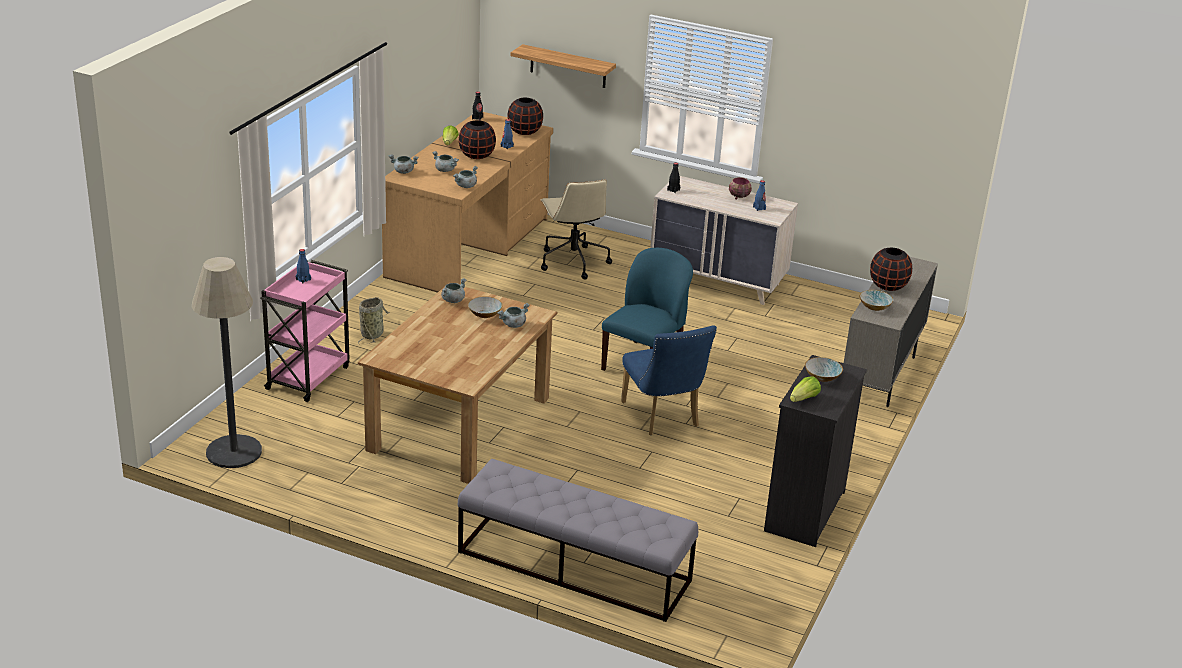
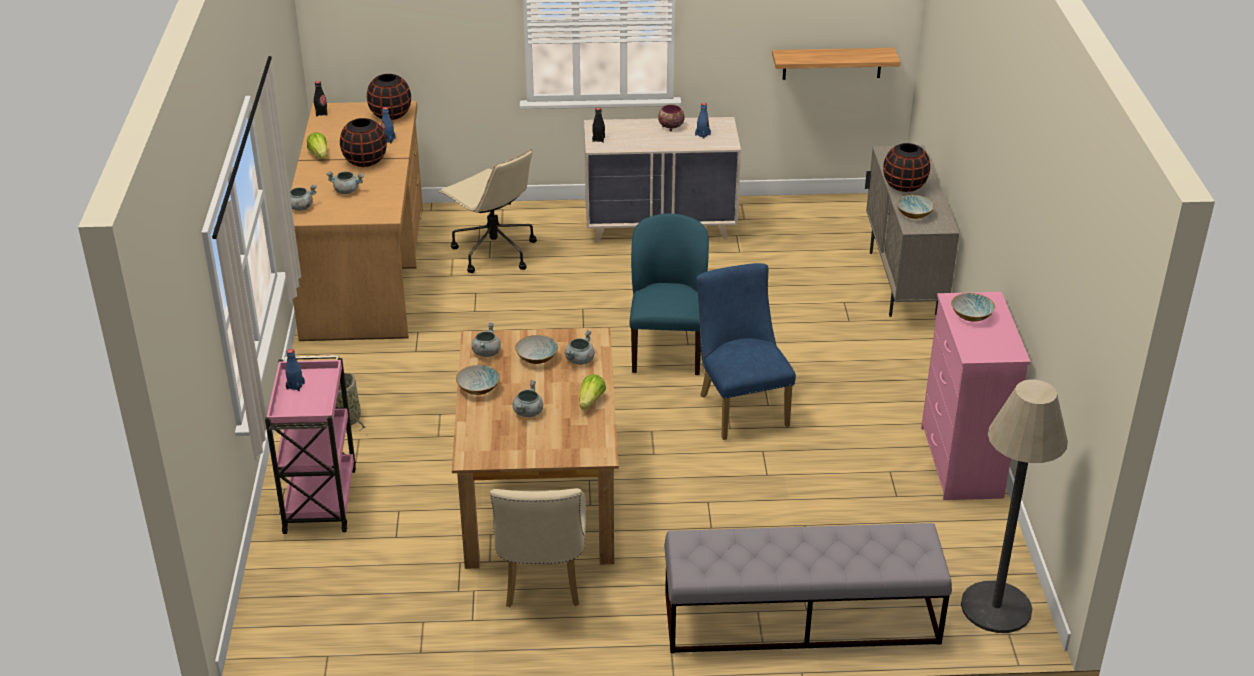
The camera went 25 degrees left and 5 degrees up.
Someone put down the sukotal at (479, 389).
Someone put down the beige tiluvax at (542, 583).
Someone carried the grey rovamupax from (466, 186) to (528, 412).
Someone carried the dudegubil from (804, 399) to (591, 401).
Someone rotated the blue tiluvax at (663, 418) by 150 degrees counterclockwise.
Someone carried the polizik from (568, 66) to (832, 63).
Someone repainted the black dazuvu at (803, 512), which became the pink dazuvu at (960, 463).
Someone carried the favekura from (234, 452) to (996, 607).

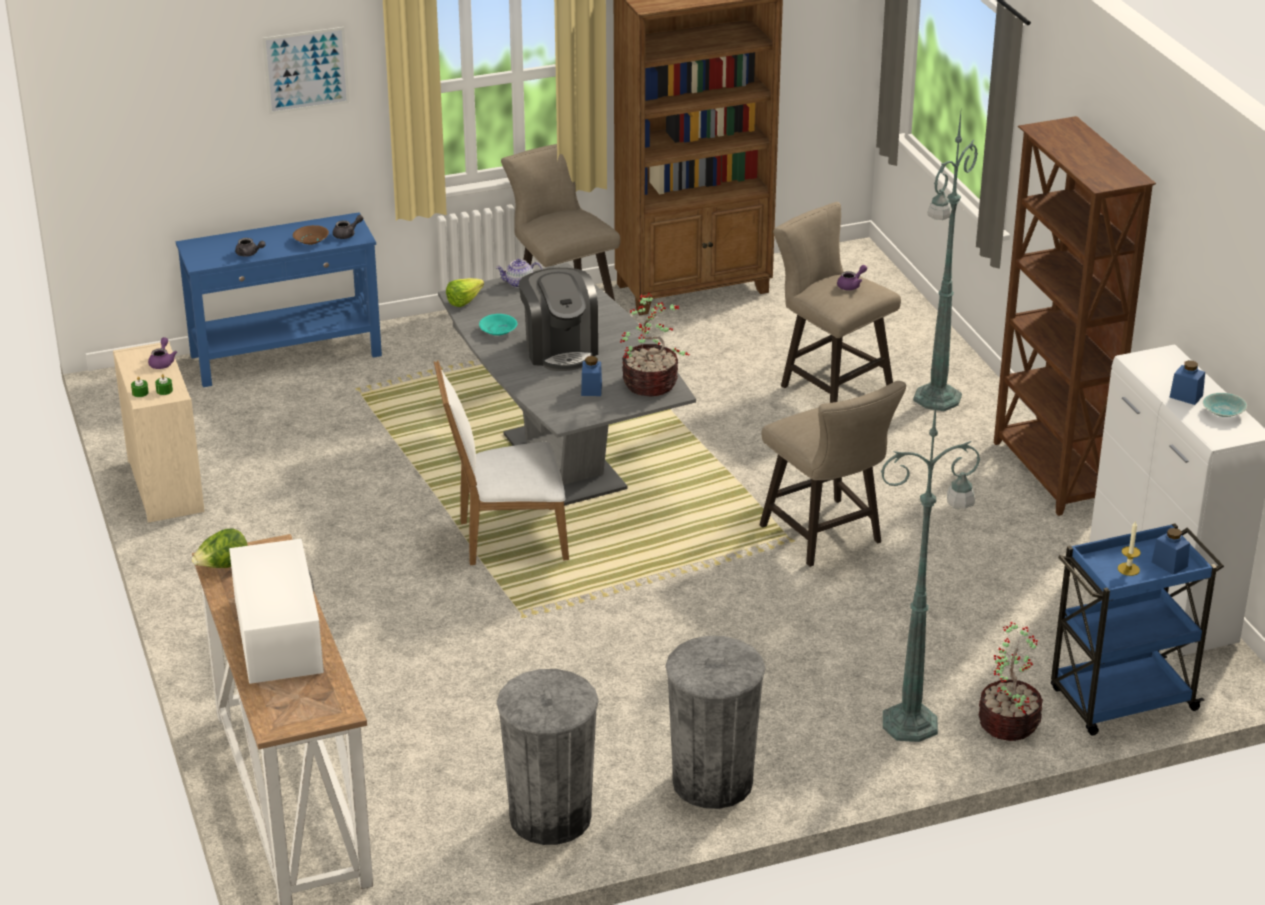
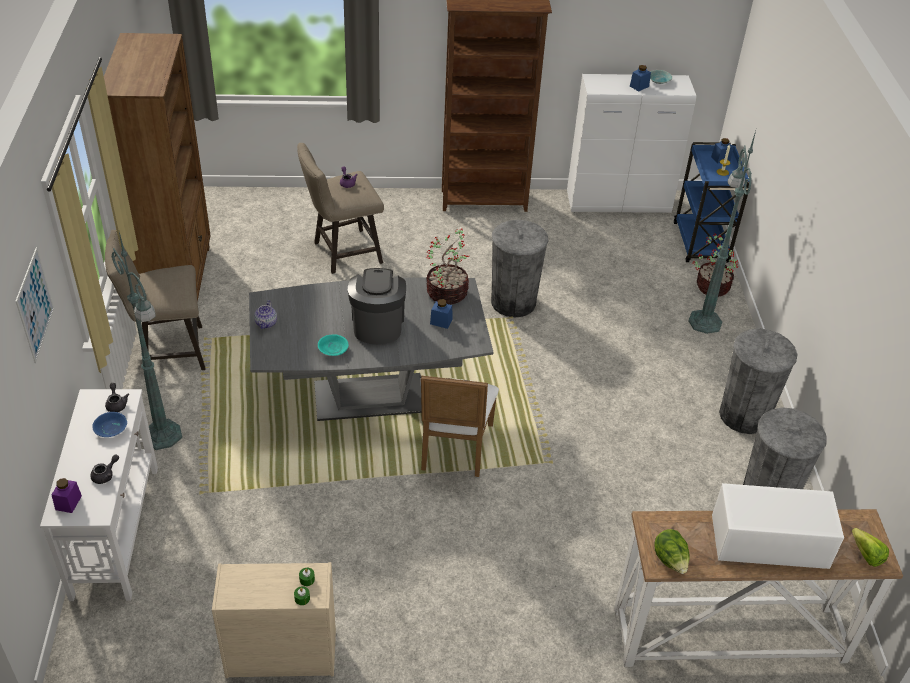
The camera went 75 degrees left and 10 degrees up.
Someone repainted the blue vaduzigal at (287, 356), which became the white vaduzigal at (116, 530).
Someone put down the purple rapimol at (68, 502).
Someone repainted the brown sukotal at (311, 241), which became the blue sukotal at (112, 429).
Someone carried the green favekura from (935, 399) to (163, 436).
Someone rotated the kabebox at (560, 349) by 90 degrees counterclockwise.
Someone swapped the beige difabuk at (827, 537) for the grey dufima at (513, 302).
Someone carried the dudegubil from (467, 301) to (864, 552).
Someone took away the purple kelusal at (162, 362).

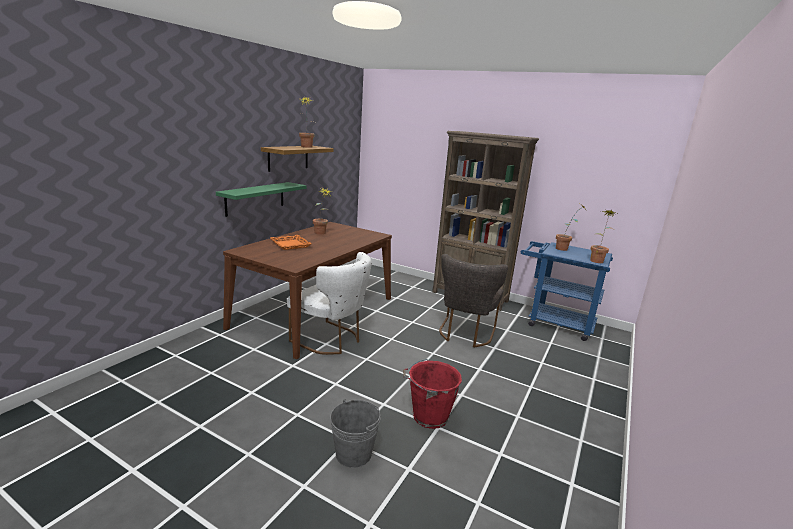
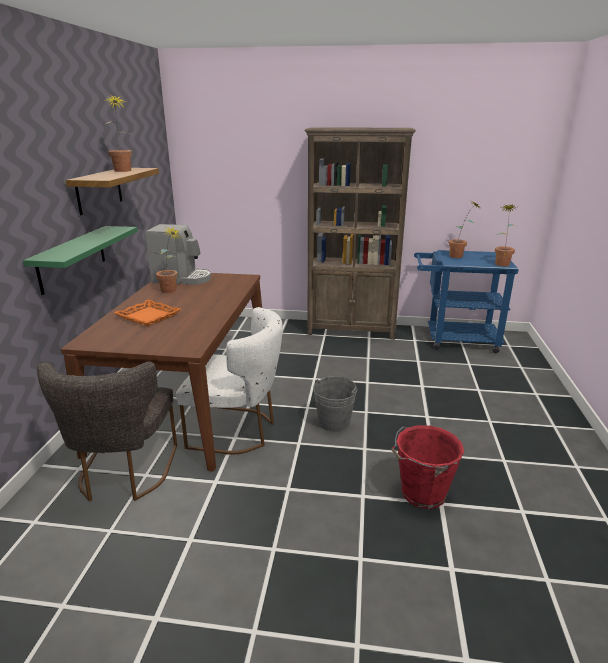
The camera went 20 degrees left and 5 degrees up.
Someone carried the grey tiluvax from (465, 334) to (124, 475).
Someone put down the kabebox at (182, 279).
Someone carried the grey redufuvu from (353, 453) to (334, 422).

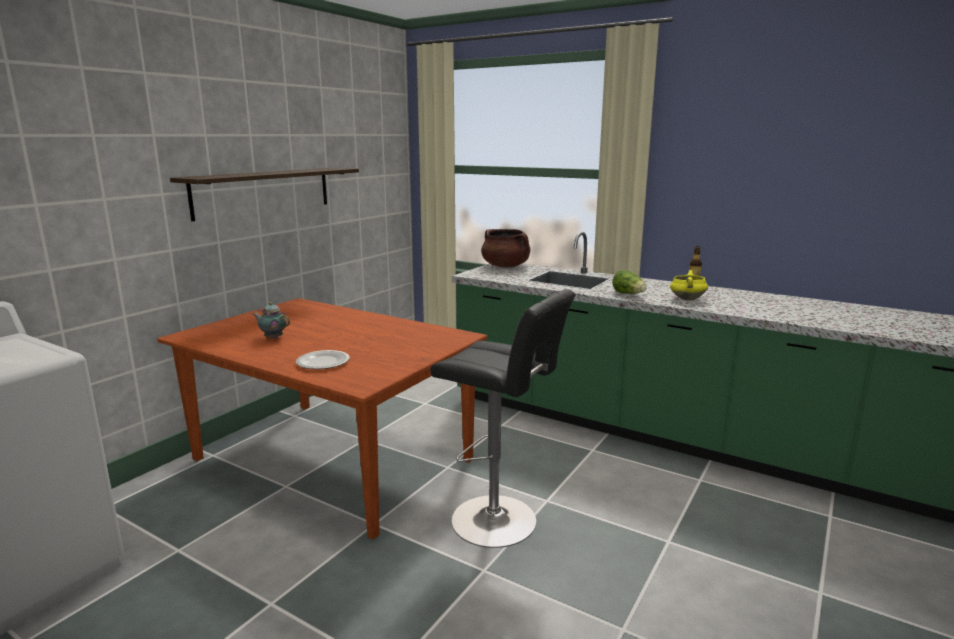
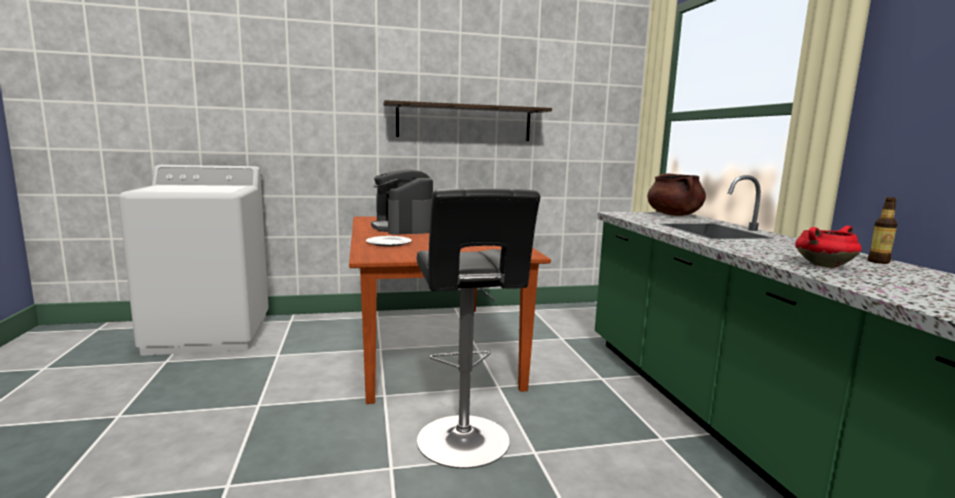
The camera went 45 degrees right and 5 degrees down.
Someone swapped the kelusal at (273, 338) for the kabebox at (403, 228).
Someone repainted the yellow rovamupax at (687, 299), which became the red rovamupax at (823, 266).
Someone took away the dudegubil at (629, 294).

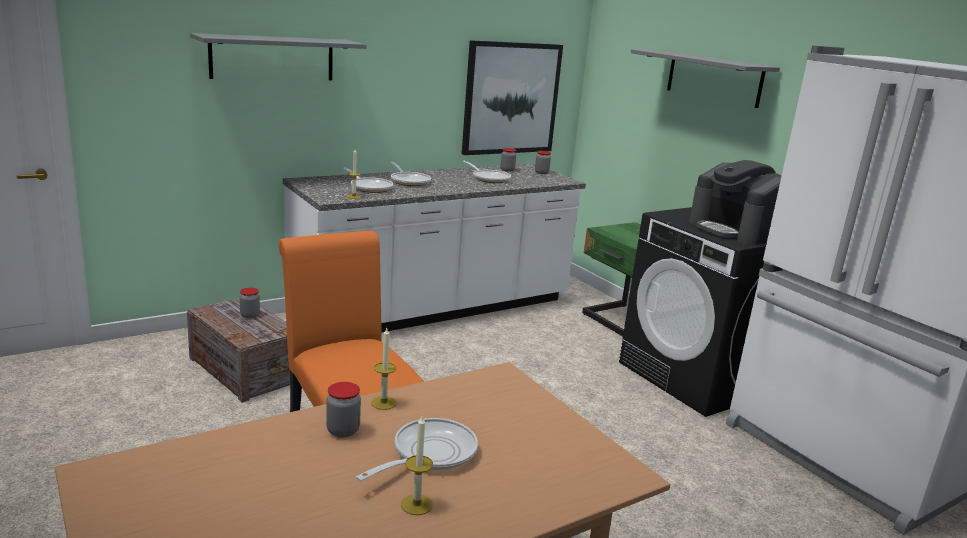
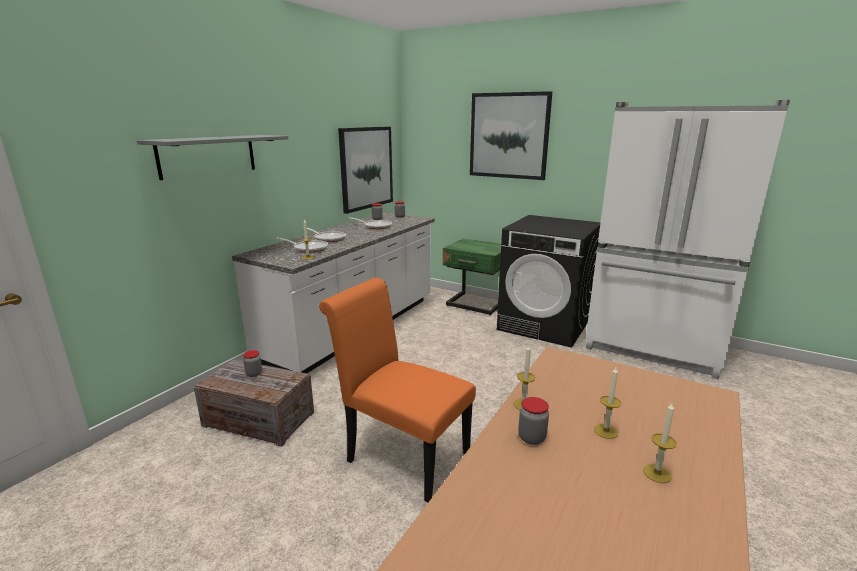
The camera went 25 degrees left and 0 degrees up.
Someone swapped the grey polizik at (714, 78) for the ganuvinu at (509, 136).
Someone swapped the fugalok at (429, 454) for the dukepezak at (606, 431).
Someone took away the kabebox at (733, 231).

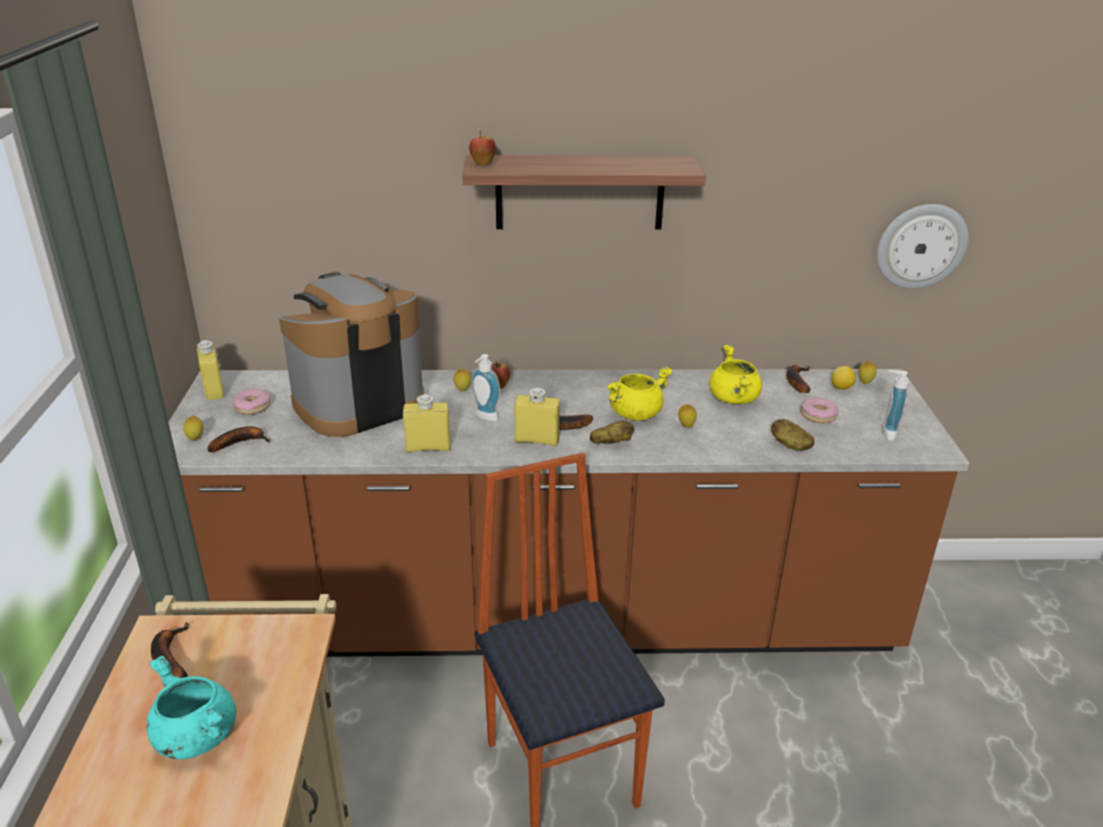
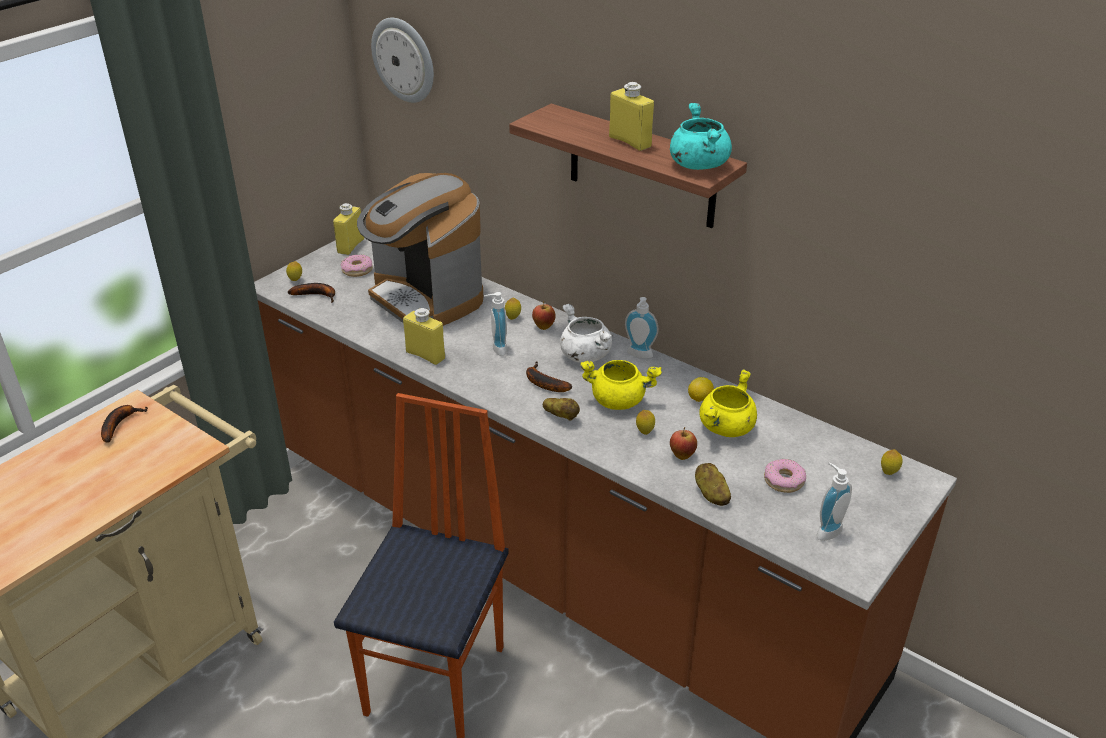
The camera went 40 degrees right and 5 degrees up.
Someone rotated the kabebox at (358, 404) by 135 degrees counterclockwise.
Someone carried the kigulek from (921, 246) to (404, 59).
Someone put down the white rovamupax at (584, 355).
Someone carried the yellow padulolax from (537, 440) to (630, 142).
Someone put down the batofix at (638, 355).
Someone carried the turquoise rovamupax from (194, 736) to (697, 164).
Someone carried the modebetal from (483, 164) to (682, 456).
Someone carried the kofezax from (841, 388) to (700, 400).
Someone took away the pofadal at (796, 381).

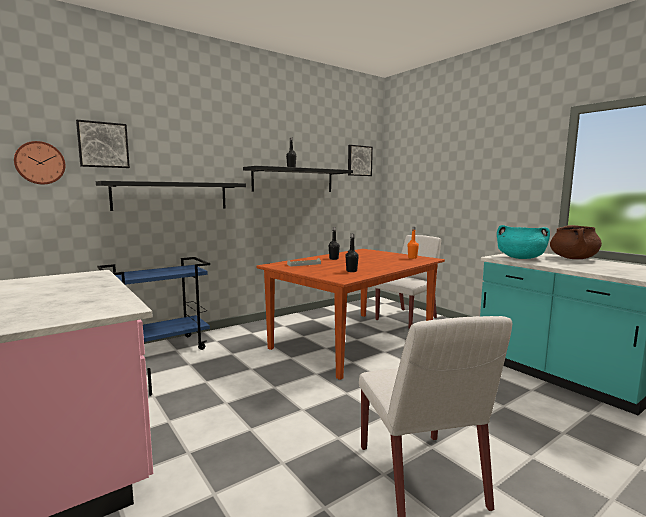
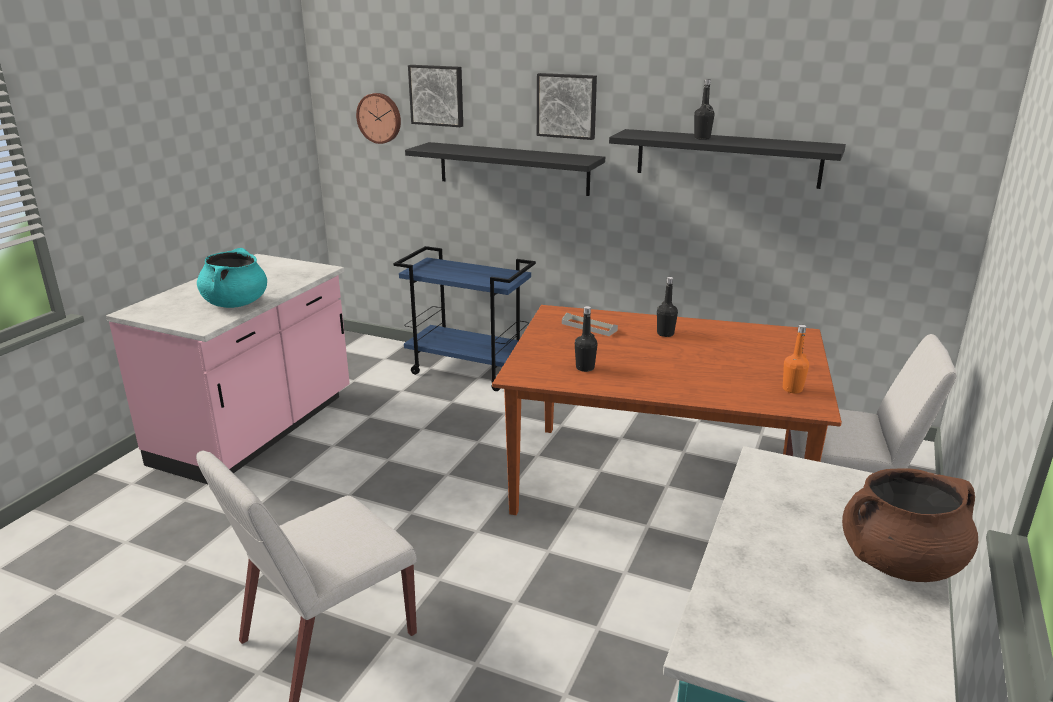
The camera went 60 degrees right and 15 degrees up.
Someone carried the turquoise rovamupax from (520, 258) to (236, 303).
Someone carried the ganuvinu from (359, 161) to (567, 106).

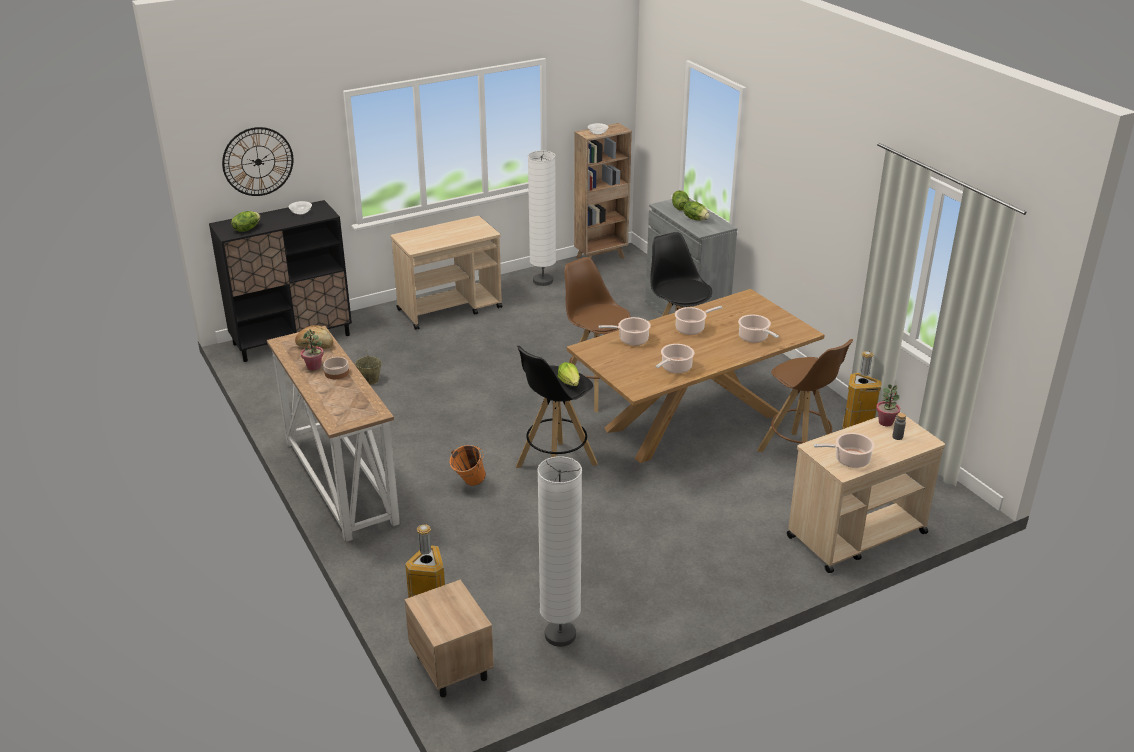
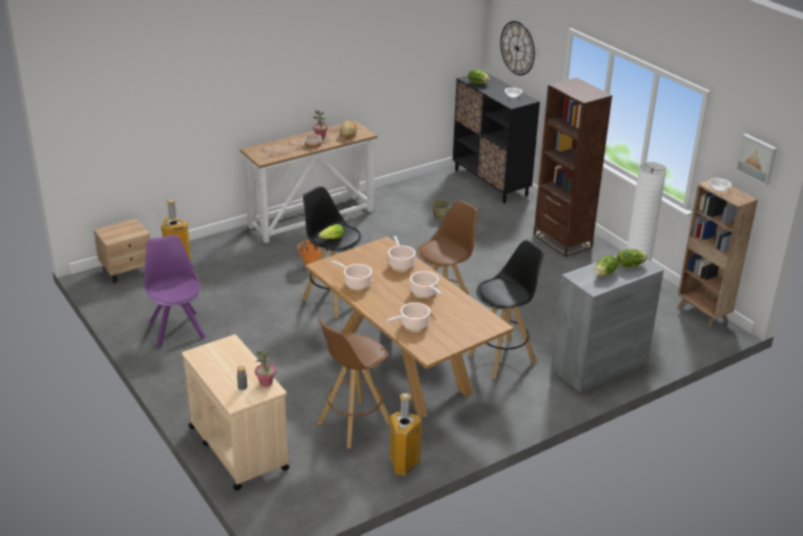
The camera went 85 degrees right and 0 degrees up.
Someone put down the purple tiluvax at (177, 328).
Someone swapped the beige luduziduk at (450, 309) for the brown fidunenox at (562, 241).
Someone put up the ganuvinu at (757, 158).
Someone took away the white favekura at (560, 635).
Someone took away the rovamupax at (849, 460).

